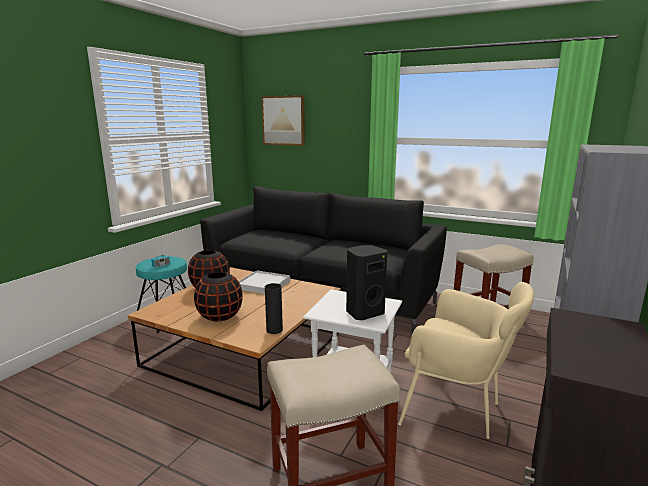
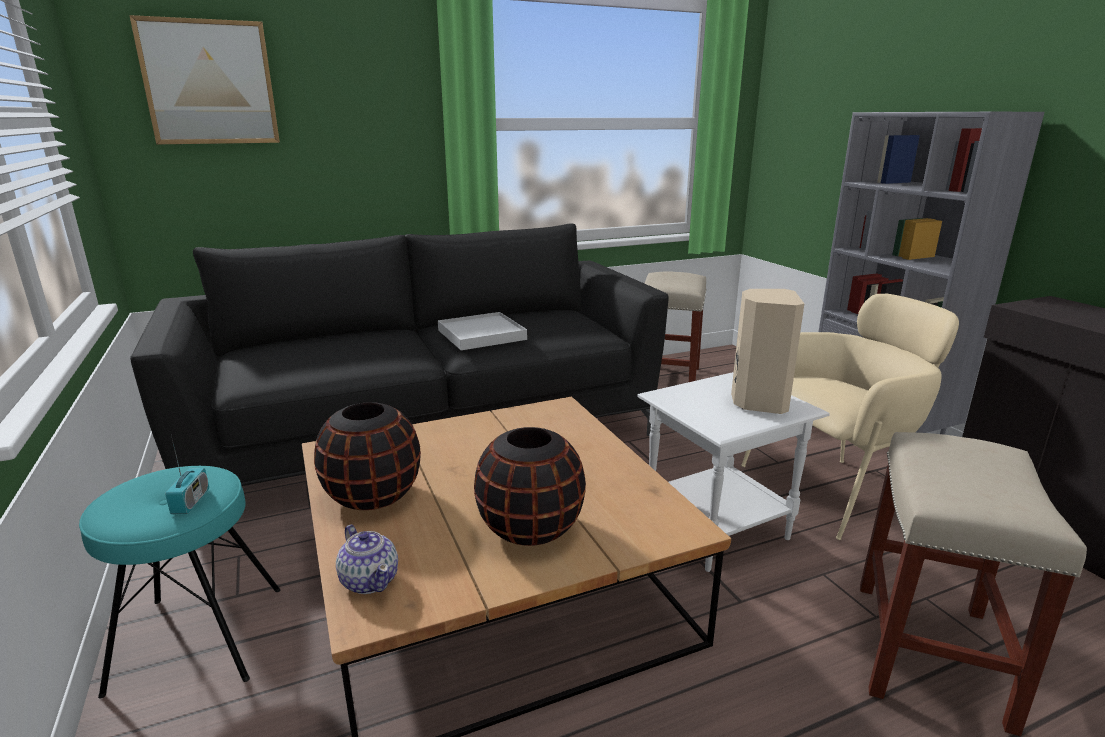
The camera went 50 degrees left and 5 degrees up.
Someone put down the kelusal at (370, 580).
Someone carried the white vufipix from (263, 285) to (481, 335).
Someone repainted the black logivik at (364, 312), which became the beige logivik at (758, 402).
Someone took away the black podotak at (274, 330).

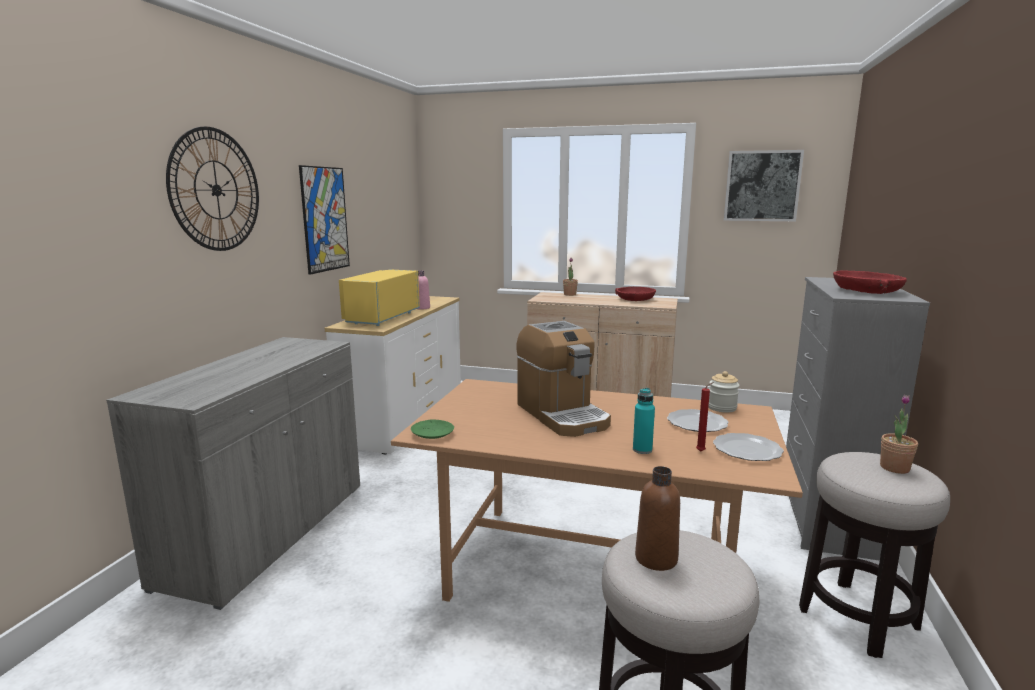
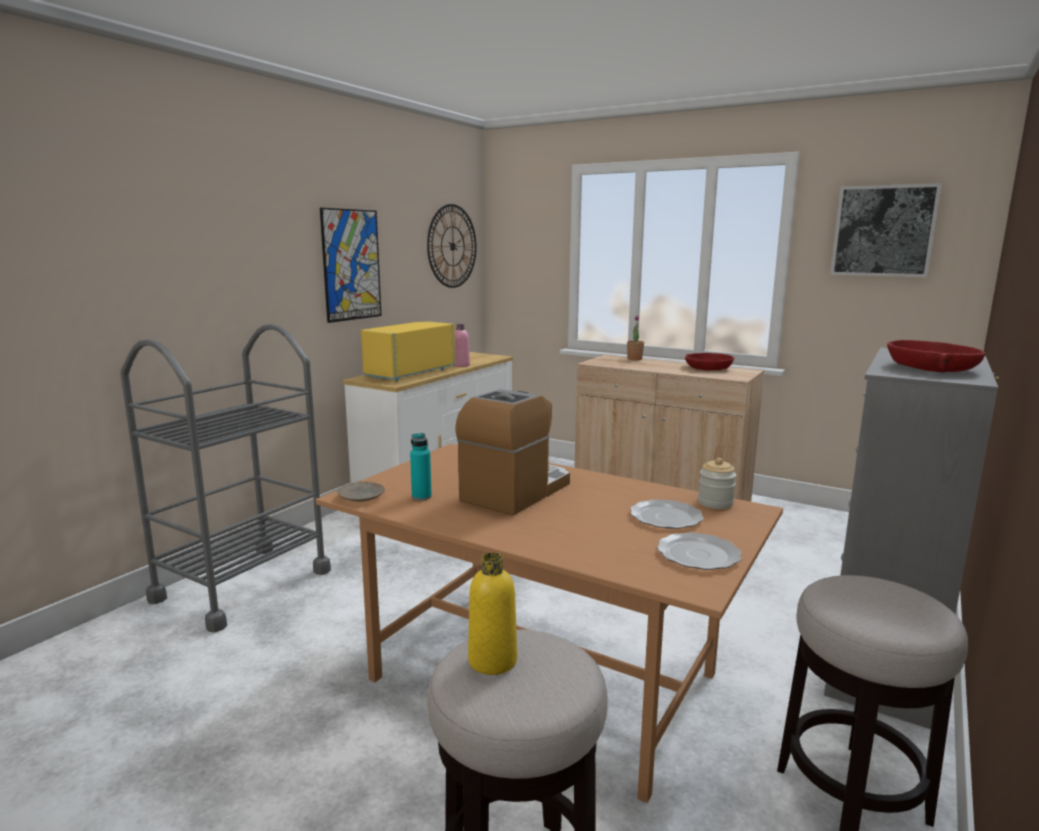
The camera went 15 degrees right and 0 degrees up.
Someone swapped the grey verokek at (268, 533) for the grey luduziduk at (243, 585).
Someone repainted the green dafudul at (432, 434), which became the beige dafudul at (361, 497).
Someone carried the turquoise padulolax from (642, 450) to (421, 497).
Someone carried the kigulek from (216, 190) to (452, 246).
Someone rotated the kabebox at (562, 415) by 135 degrees counterclockwise.
Someone repainted the brown padulolax at (656, 558), which became the yellow padulolax at (492, 661).
Someone took away the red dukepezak at (702, 451).
Someone took away the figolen at (894, 468).

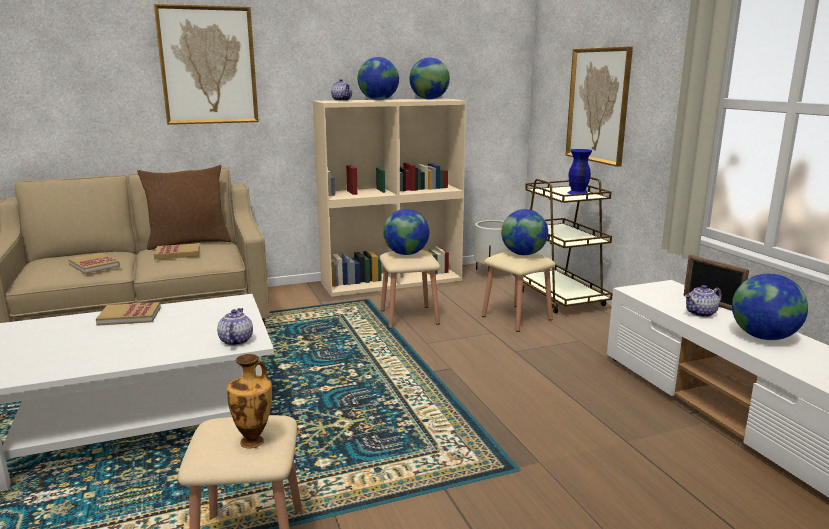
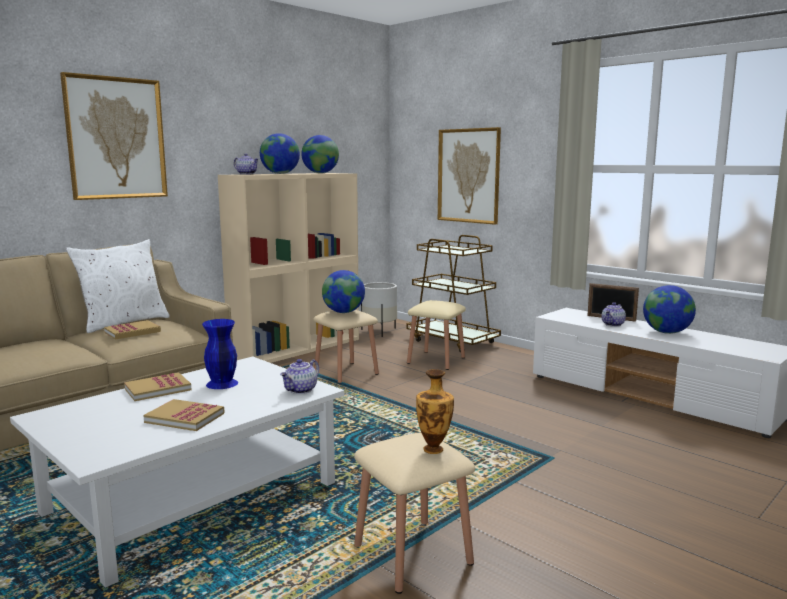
The camera went 25 degrees left and 5 degrees down.
Someone repainted the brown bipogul at (189, 242), which became the white bipogul at (123, 323).
Someone carried the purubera from (94, 265) to (185, 418).
Someone carried the blue podotak from (577, 193) to (221, 384).
Someone rotated the kelusal at (235, 341) by 120 degrees counterclockwise.
Someone took away the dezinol at (523, 254).

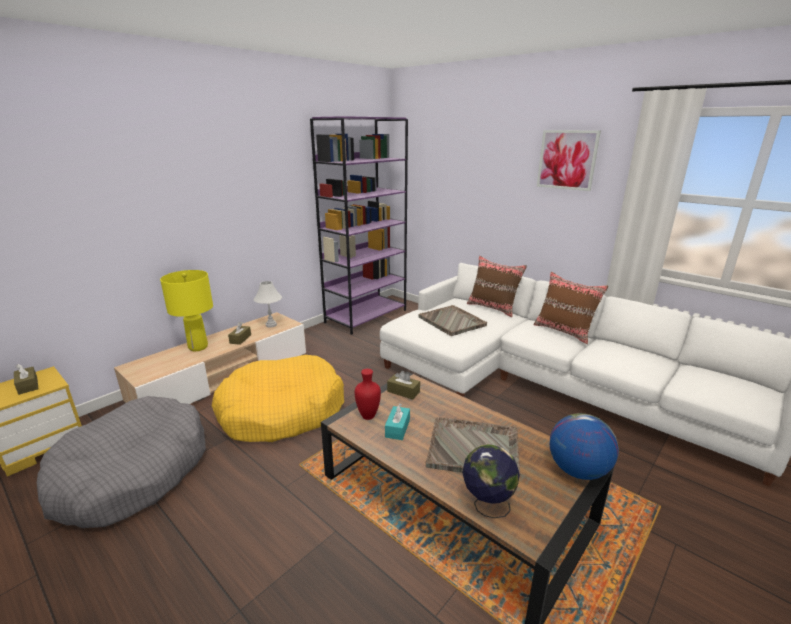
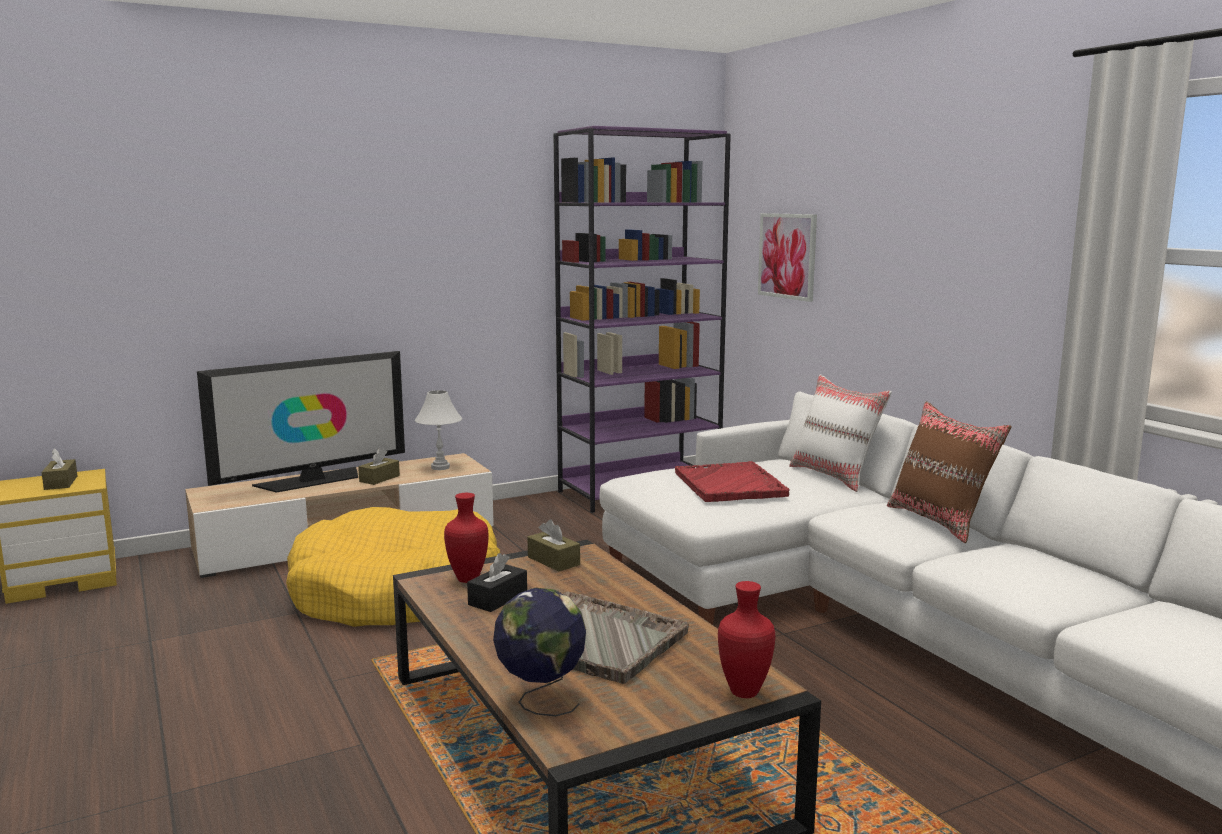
The camera went 20 degrees right and 10 degrees down.
Someone swapped the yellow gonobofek at (198, 347) for the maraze at (312, 480).
Someone repainted the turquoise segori at (397, 428), which became the black segori at (498, 599).
Someone repainted the grey vufipix at (452, 321), which became the red vufipix at (730, 484).
Someone swapped the dezinol at (577, 470) for the red podotak at (742, 692).
Someone carried the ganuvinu from (567, 160) to (787, 256).
Someone repainted the brown bipogul at (493, 308), which became the white bipogul at (834, 476).
Someone took away the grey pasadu at (132, 473).

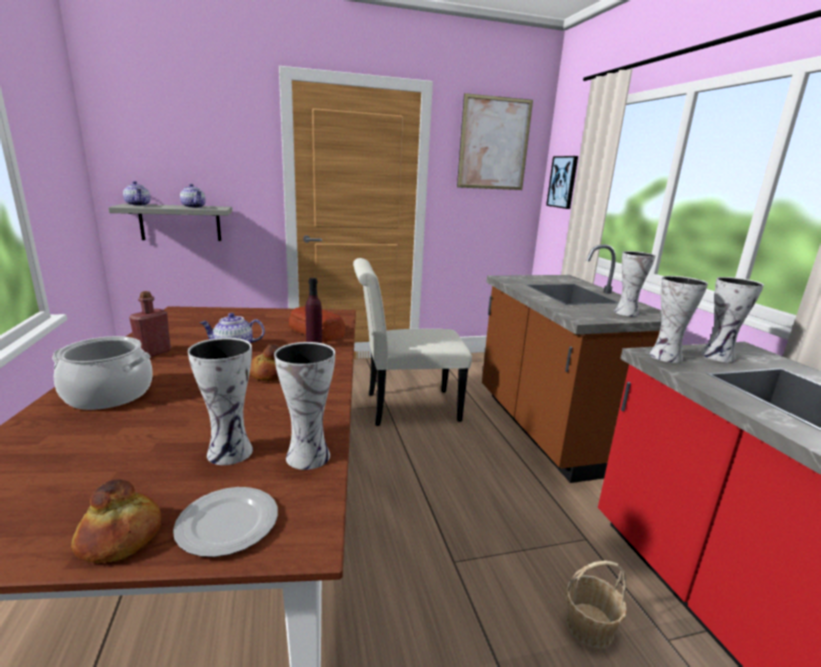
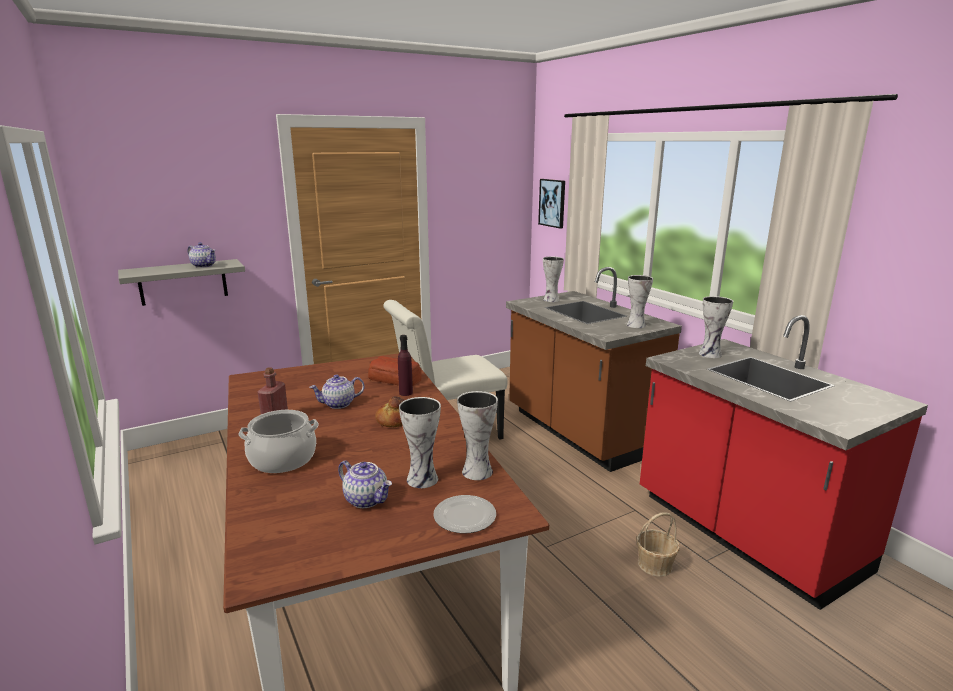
The camera went 15 degrees left and 0 degrees up.
Someone carried the kelusal from (138, 205) to (367, 499).
Someone carried the podotak from (664, 356) to (550, 300).
Someone took away the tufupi at (121, 538).
Someone took away the ganuvinu at (494, 144).

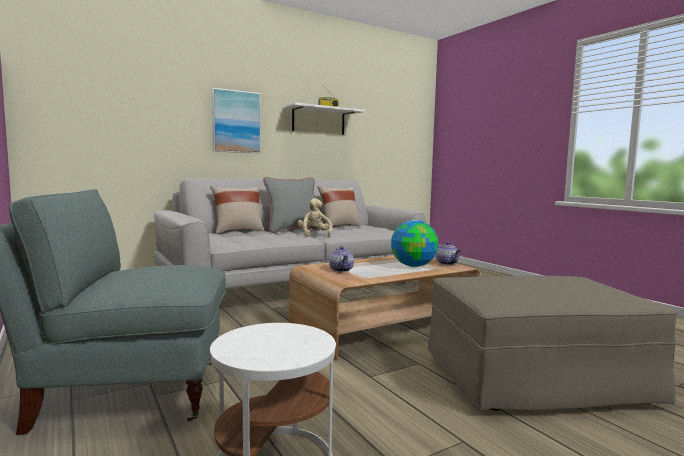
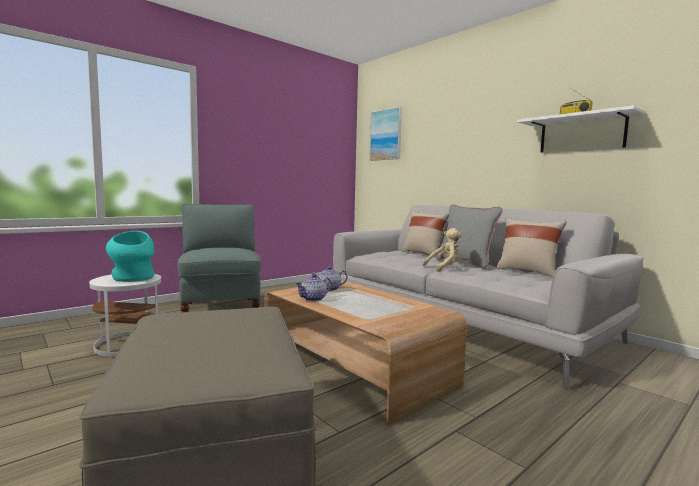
The camera went 80 degrees right and 0 degrees up.
Someone put down the turquoise podotak at (133, 279).
Someone carried the kelusal from (446, 263) to (314, 299).
Someone carried the ganuvinu from (236, 122) to (386, 135).
Someone took away the dezinol at (414, 266).

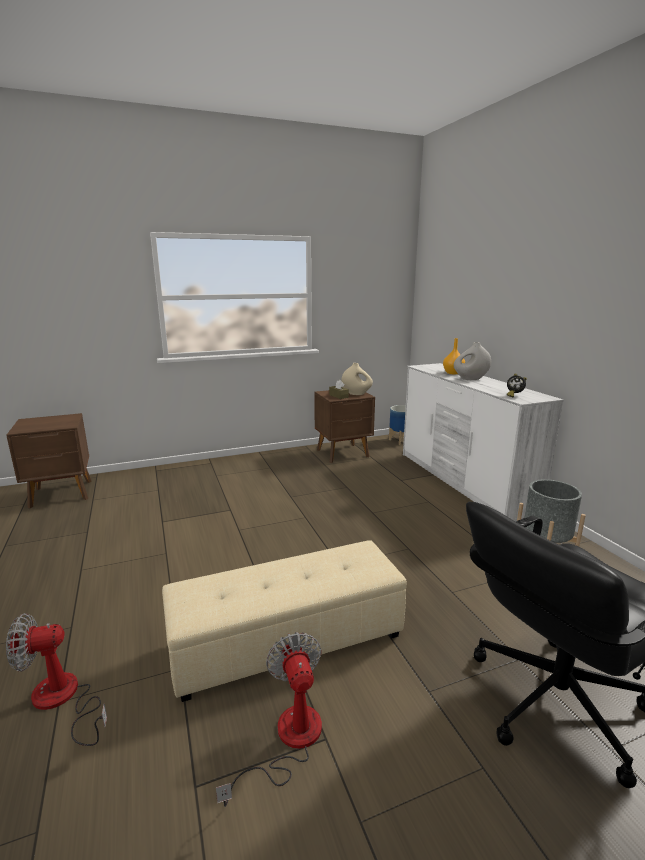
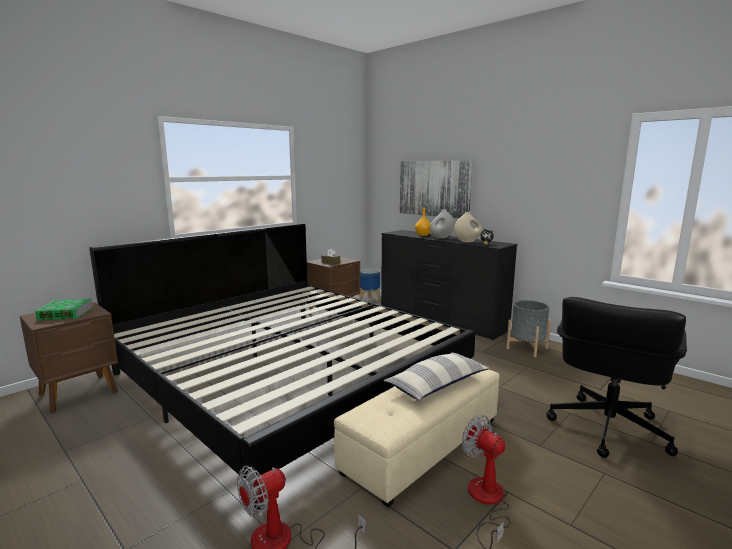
The camera went 25 degrees left and 5 degrees down.
Someone put down the purubera at (66, 313).
Someone put down the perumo at (289, 375).
Someone repainted the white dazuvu at (462, 481), which became the black dazuvu at (440, 319).
Someone put down the bipogul at (437, 385).
Someone put up the ganuvinu at (434, 188).
Someone carried the beige podotak from (356, 394) to (467, 241).

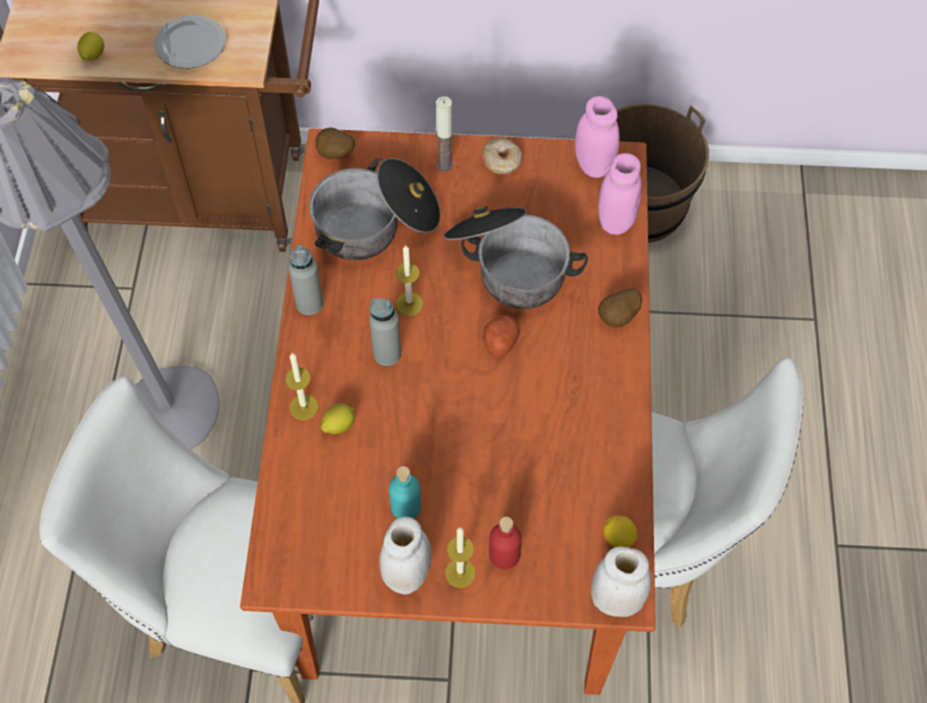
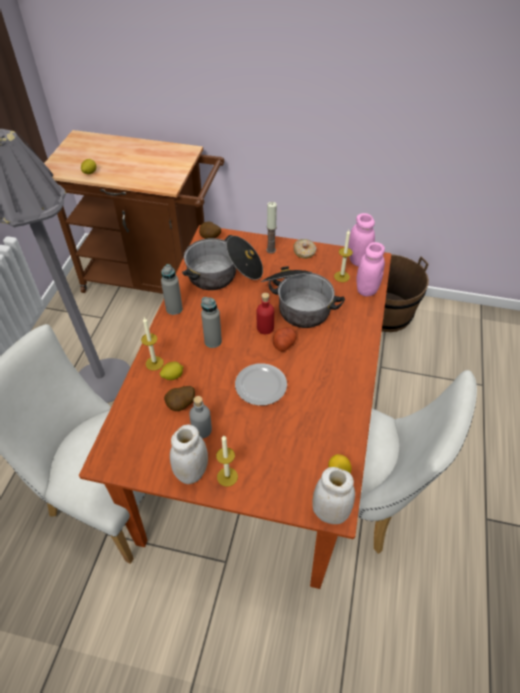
The camera went 10 degrees right and 10 degrees down.
Someone carried the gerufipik from (618, 318) to (181, 405).
Someone repainted the turquoise padulolax at (405, 507), which became the grey padulolax at (202, 430).
Someone carried the dafudul from (191, 45) to (261, 386).
Someone carried the red padulolax from (504, 555) to (265, 328).
Someone carried the dukepezak from (409, 304) to (341, 276).

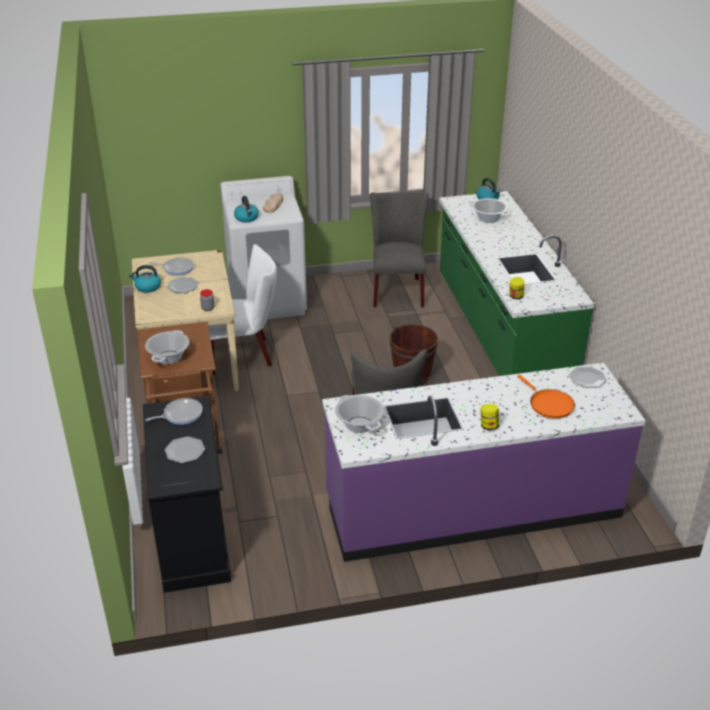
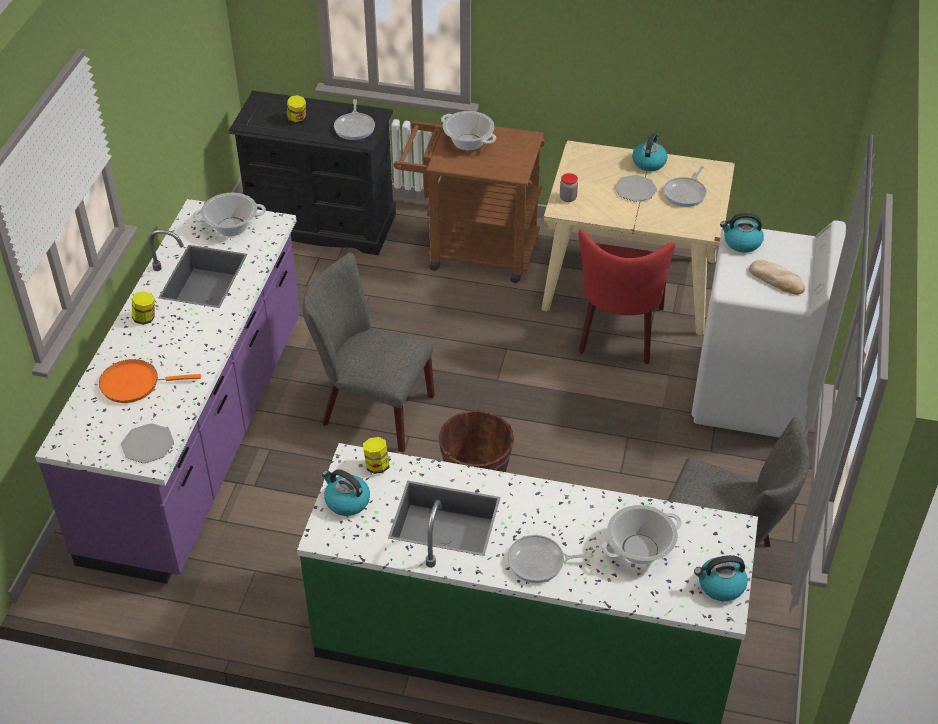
The camera went 115 degrees right and 10 degrees up.
Someone swapped the dafudul at (185, 451) for the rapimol at (297, 119).
Someone put down the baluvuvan at (346, 501).
Someone put down the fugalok at (539, 562).
Someone repainted the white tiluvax at (244, 355), which became the red tiluvax at (619, 334).

